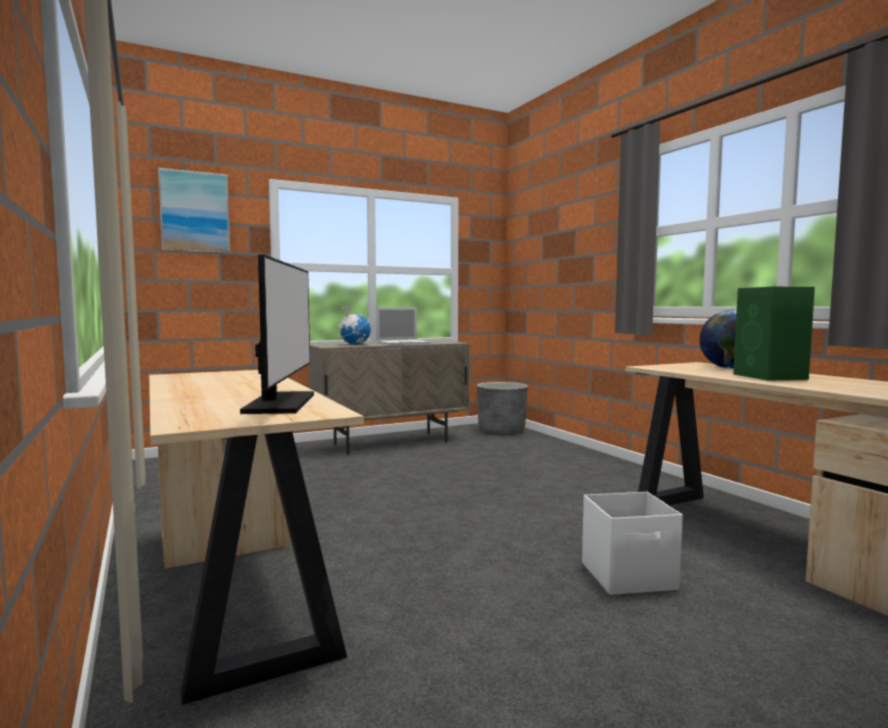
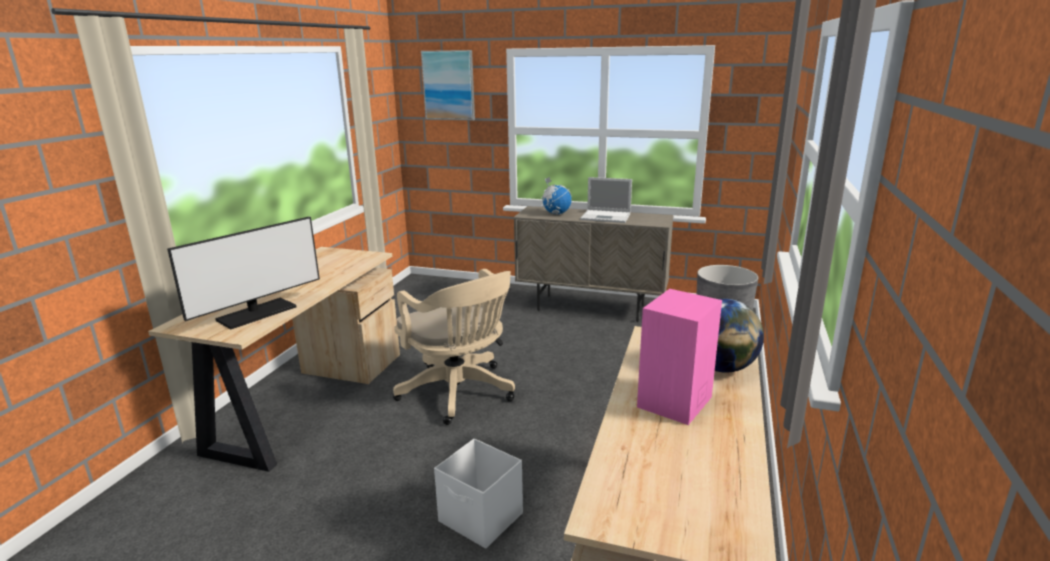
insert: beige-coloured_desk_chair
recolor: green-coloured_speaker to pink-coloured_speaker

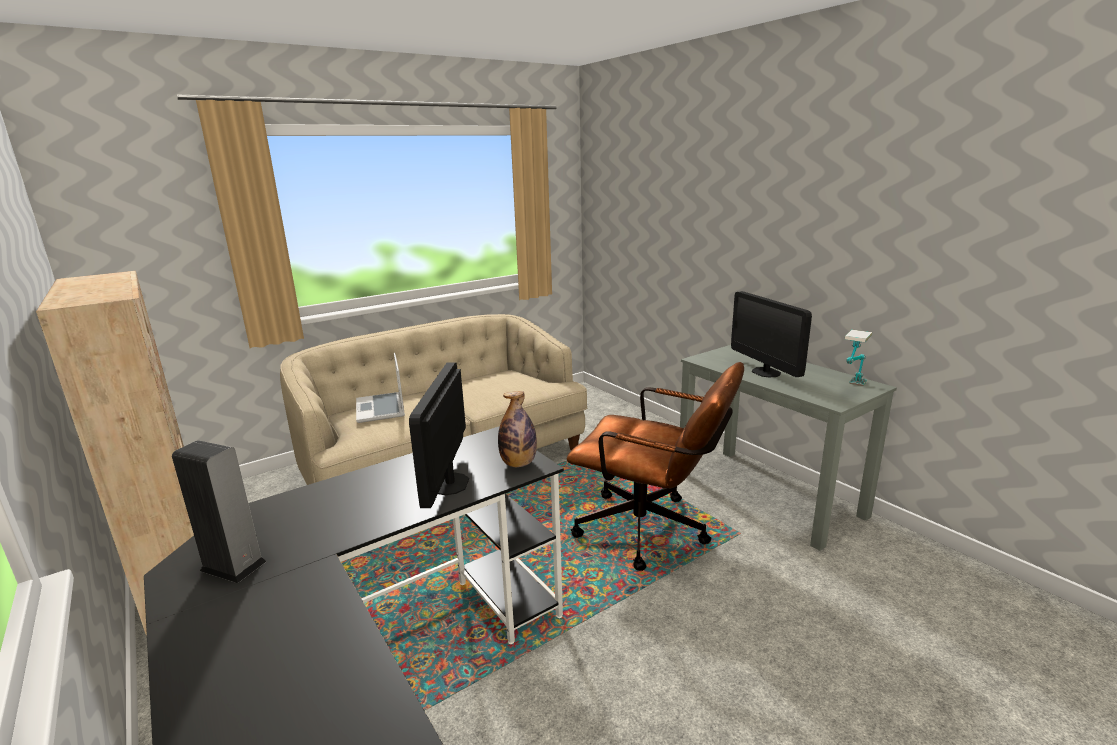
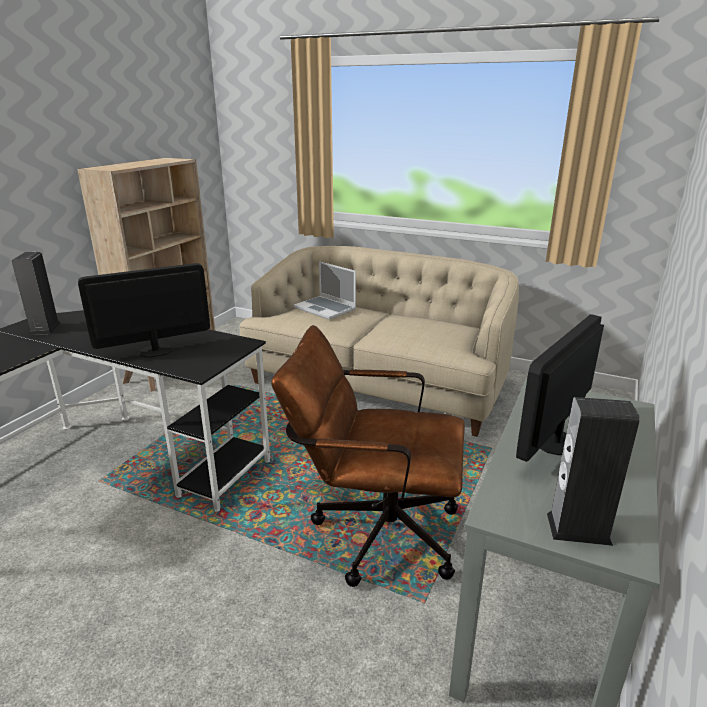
delete: drink_bottle
replace: lamp_for_a_table to speaker (2nd from left)
rotate: notebook_computer 90 degrees counterclockwise; brownish_desk_chair 105 degrees clockwise

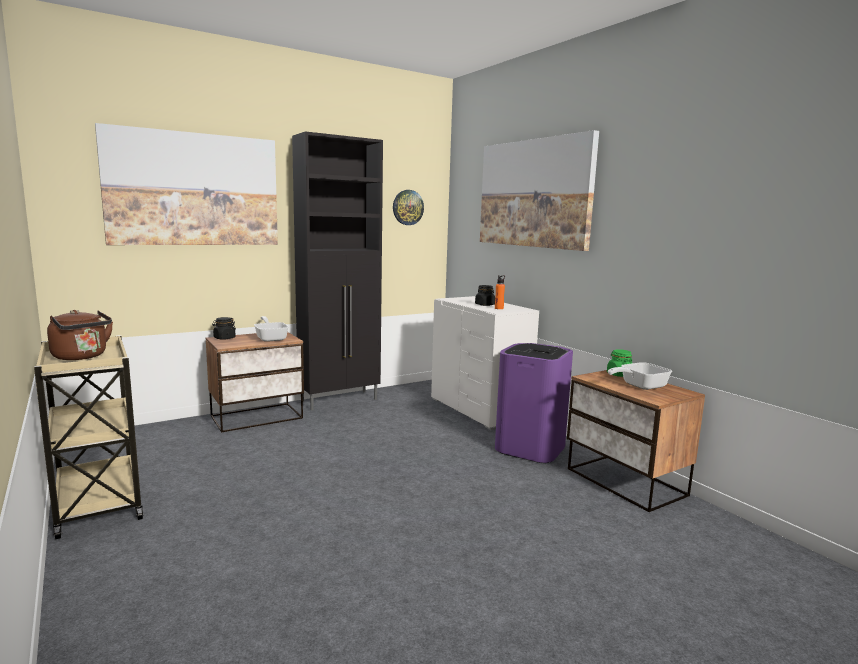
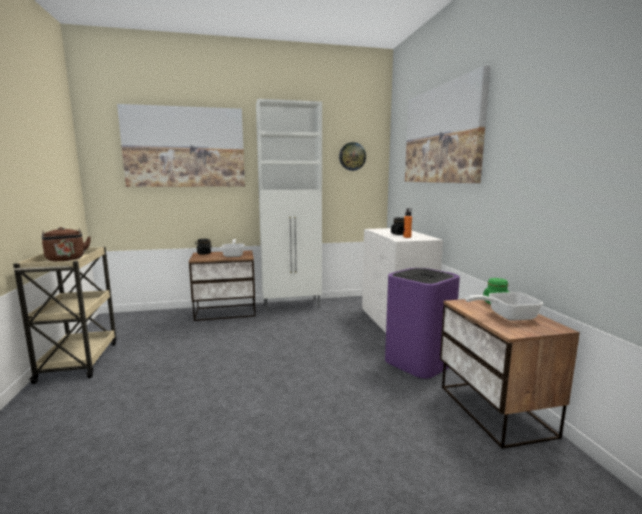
recolor: black_storage_cabinet to whitish_storage_cabinet

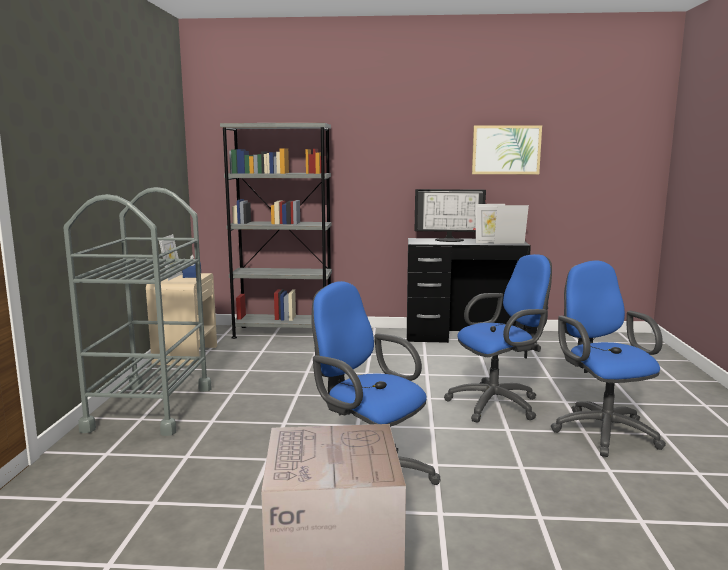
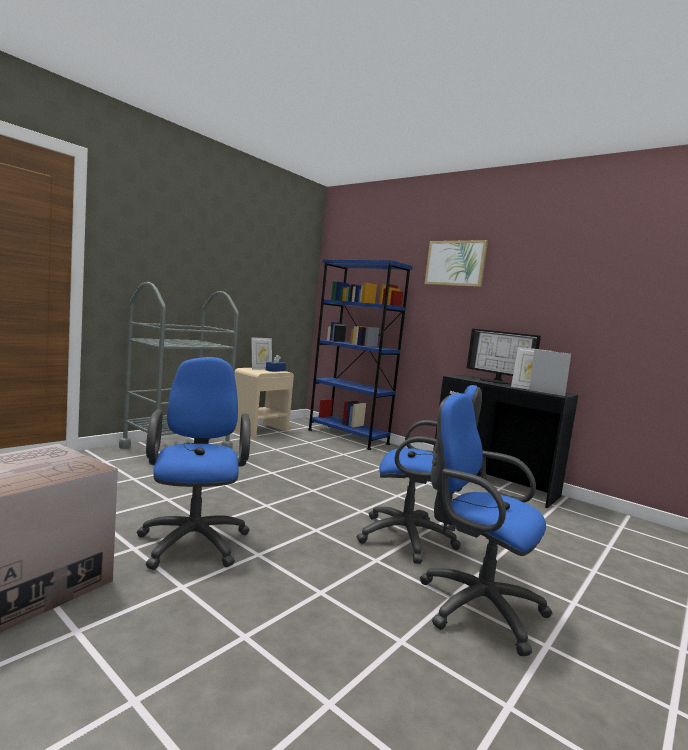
move: wall_picture
recolor: gray_bookshelf to blue_bookshelf
rotate: blue_desk_chair (3rd from left) 75 degrees counterclockwise

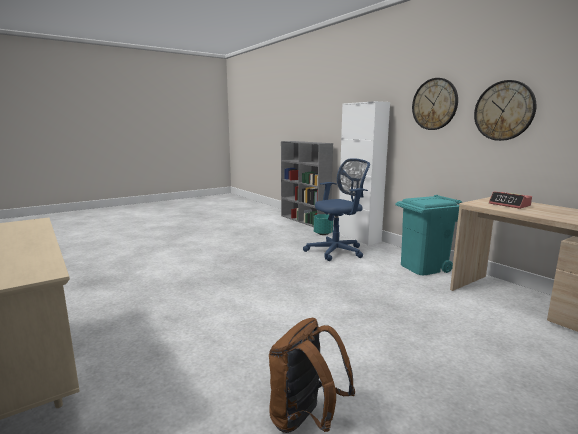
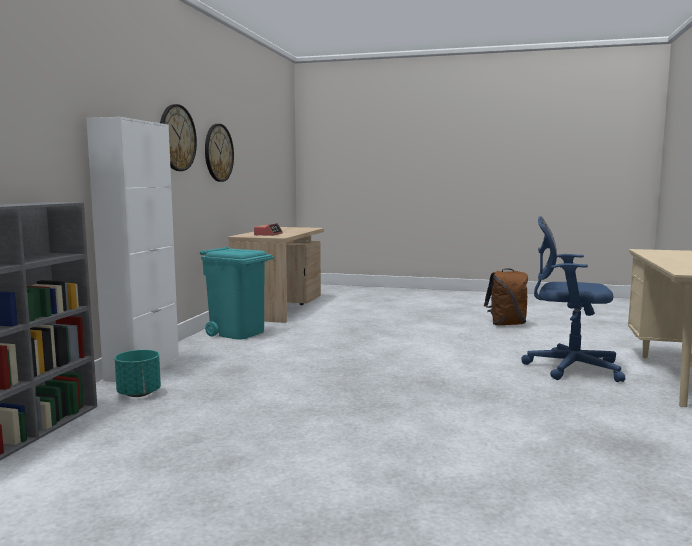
move: blue_desk_chair

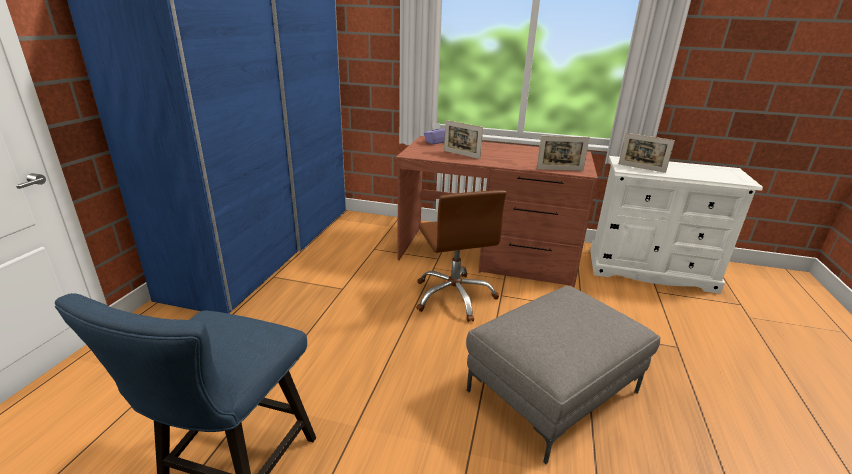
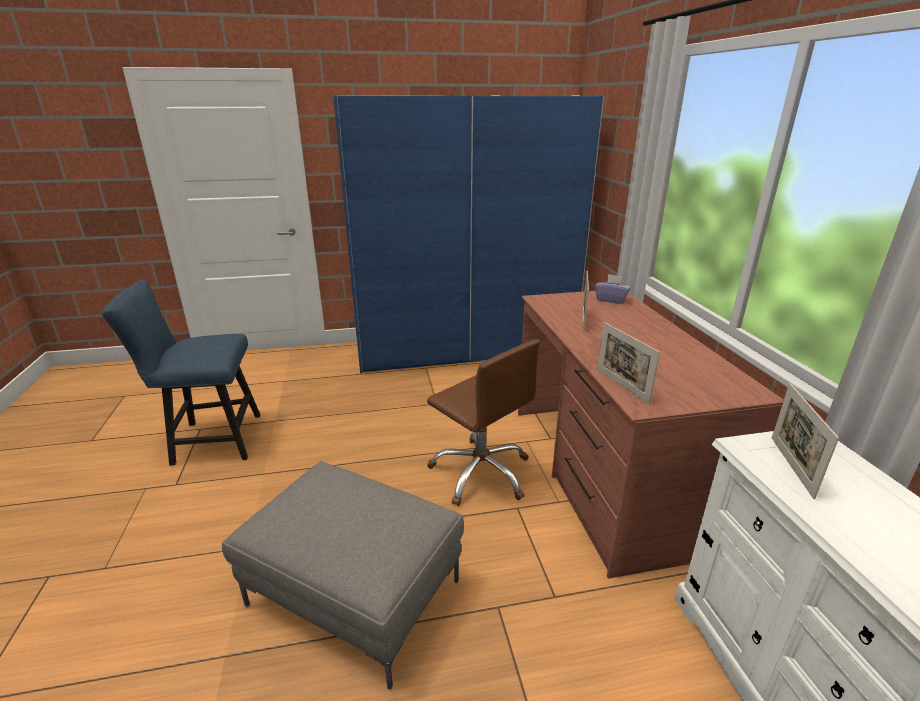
rotate: brownish_desk_chair 90 degrees counterclockwise

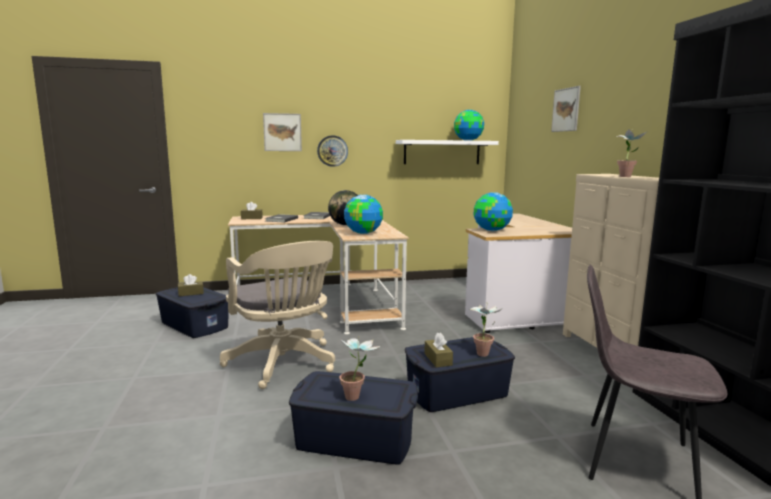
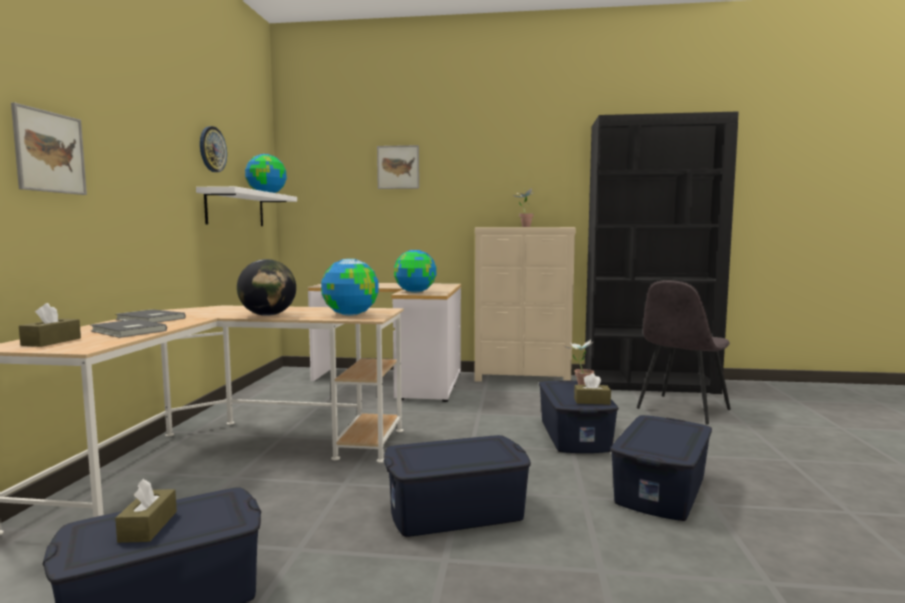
delete: potted_plant (1st from left)
move: wall_clock
replace: beige-coloured_desk_chair to blue_storage_bin (2nd from left)

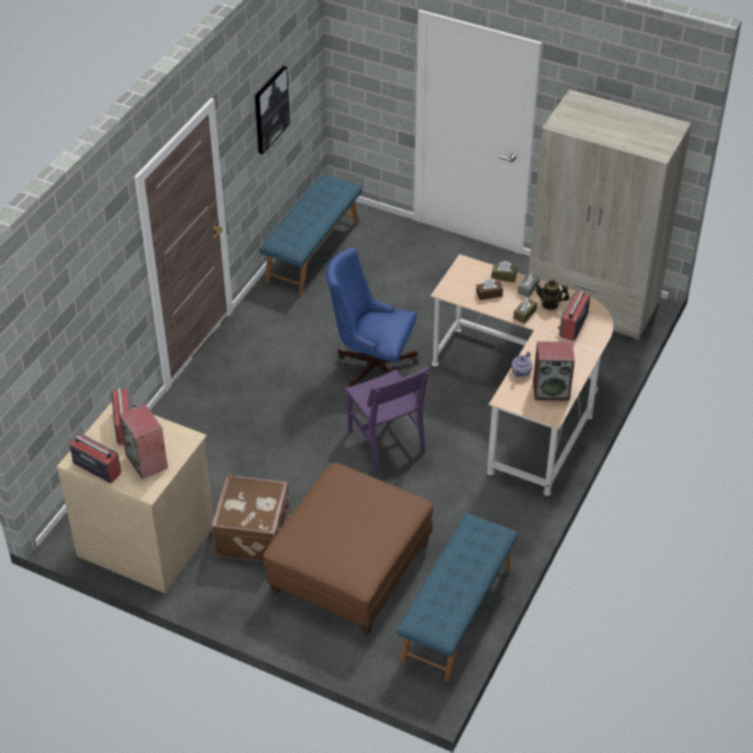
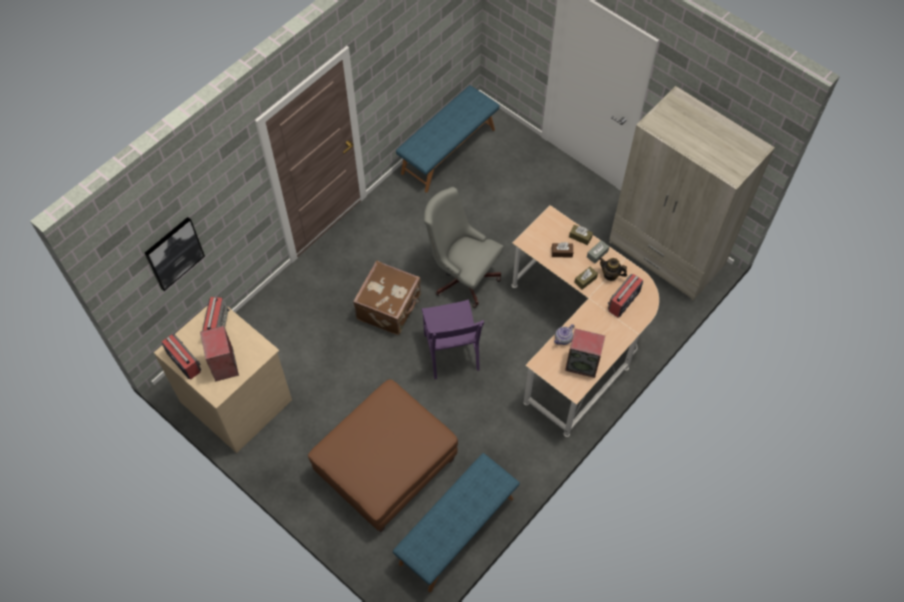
move: brownish_travel_case; wall_picture
recolor: blue_desk_chair to gray_desk_chair

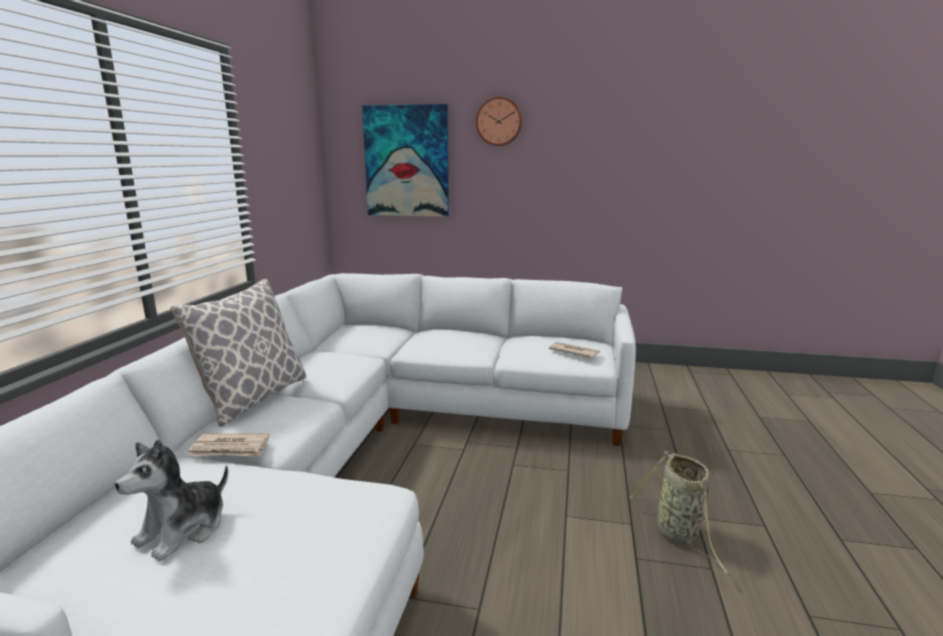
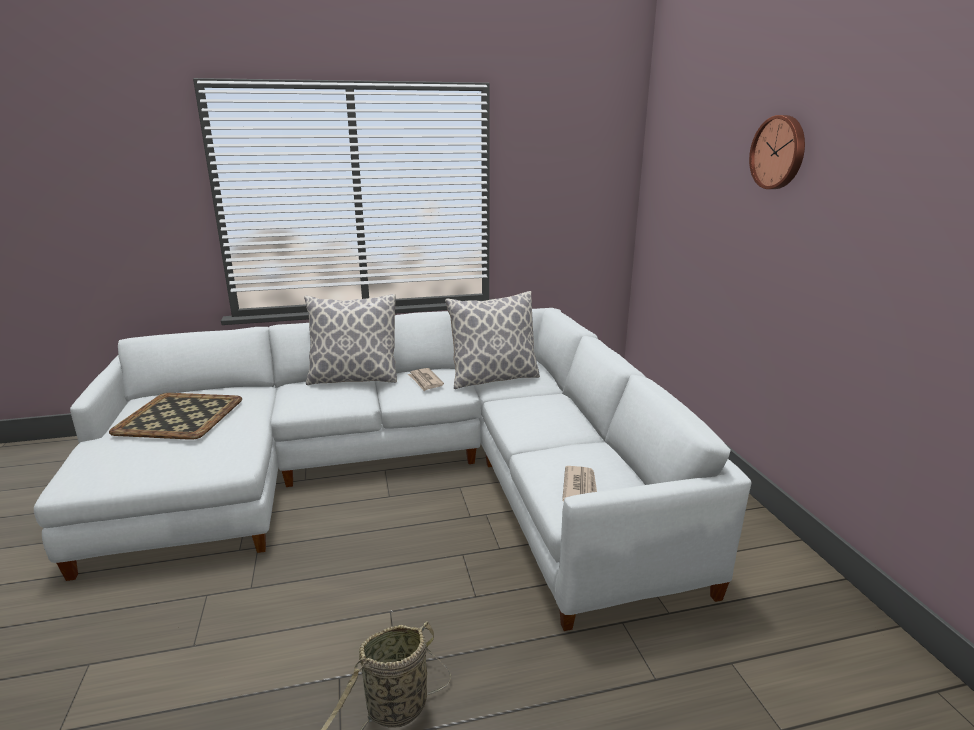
delete: wall_picture
insert: pillow (2nd from left)
move: daily_paper (1st from left)
replace: soft_toy to serving_tray

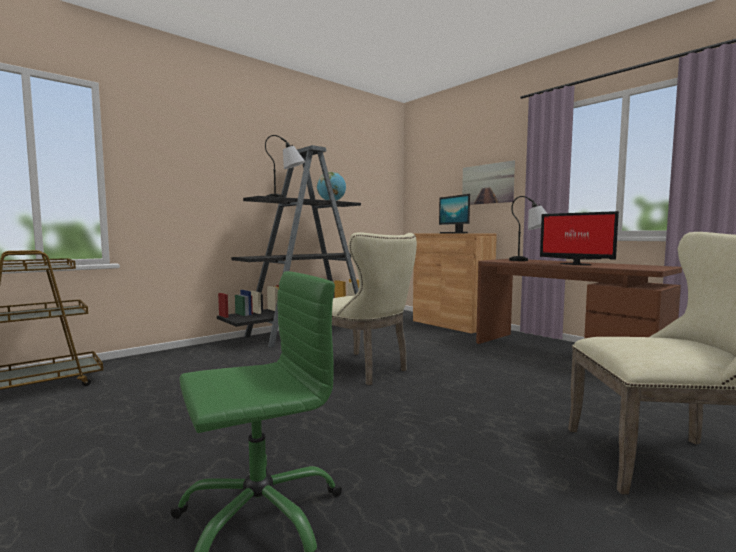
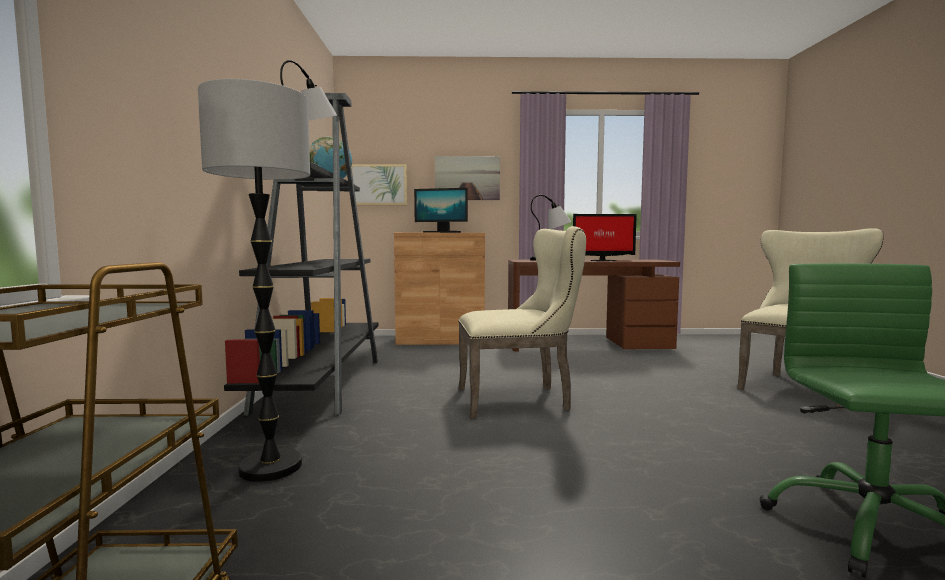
insert: standing_lamp; wall_picture (1st from left)

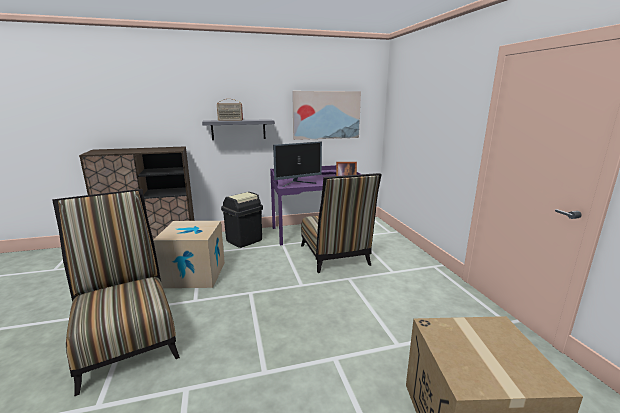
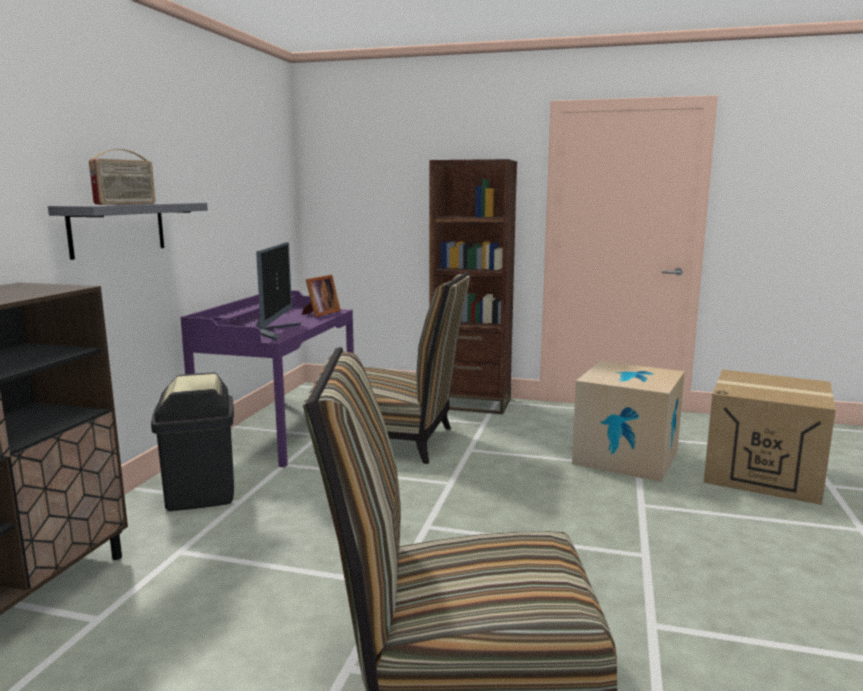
delete: wall_picture
insert: brownish_bookshelf
move: packing_box (1st from left)

